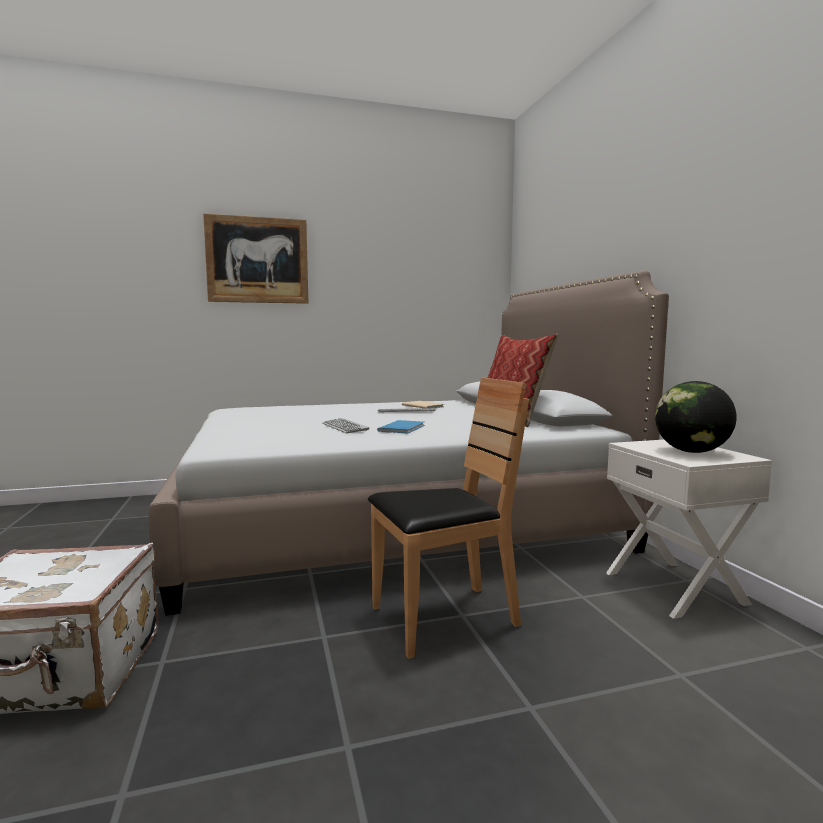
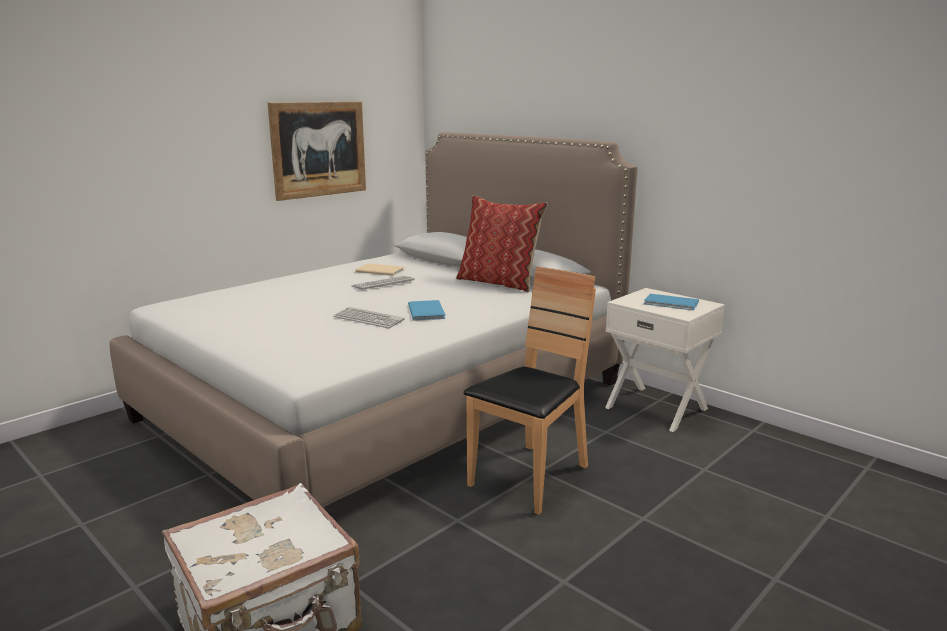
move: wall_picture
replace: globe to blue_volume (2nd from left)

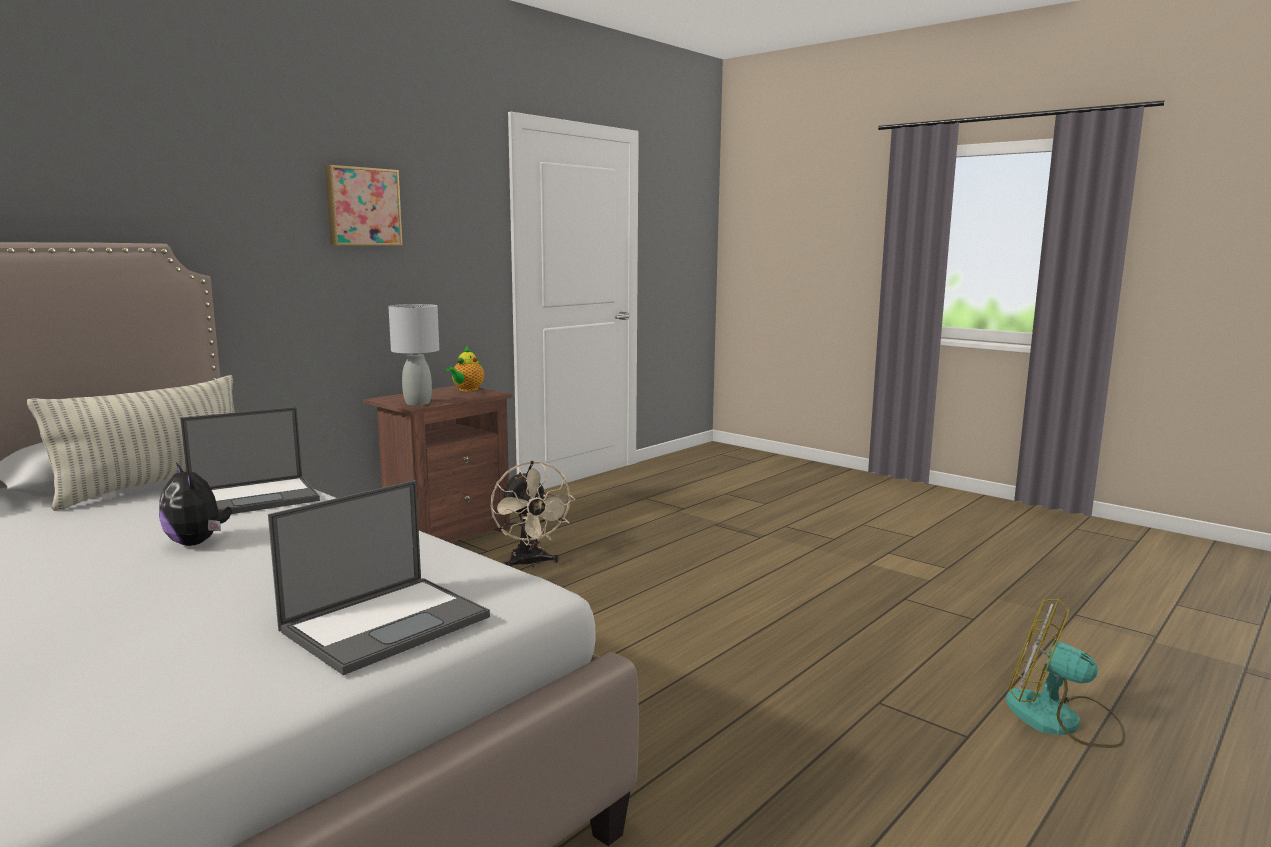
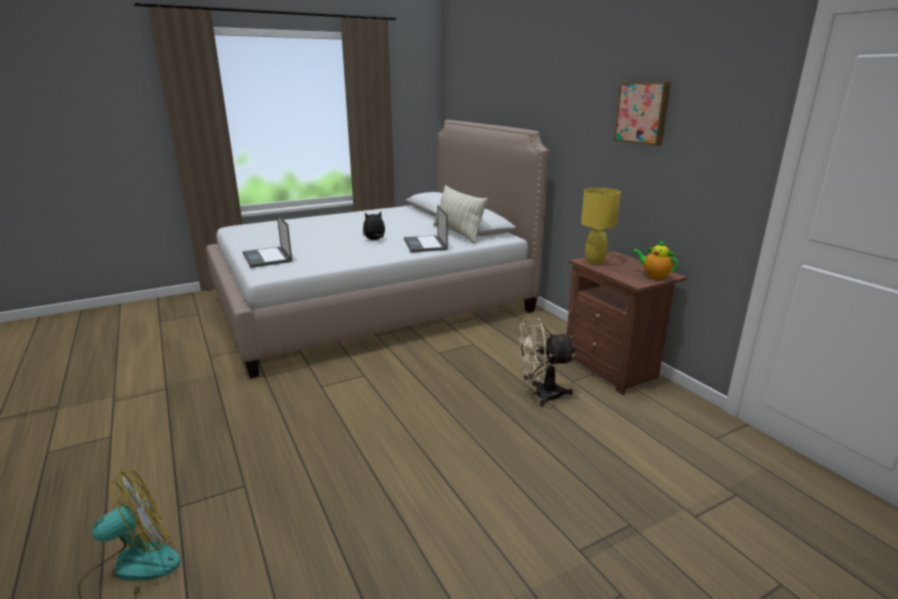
recolor: gray_lamp_for_a_table to yellow-coloured_lamp_for_a_table

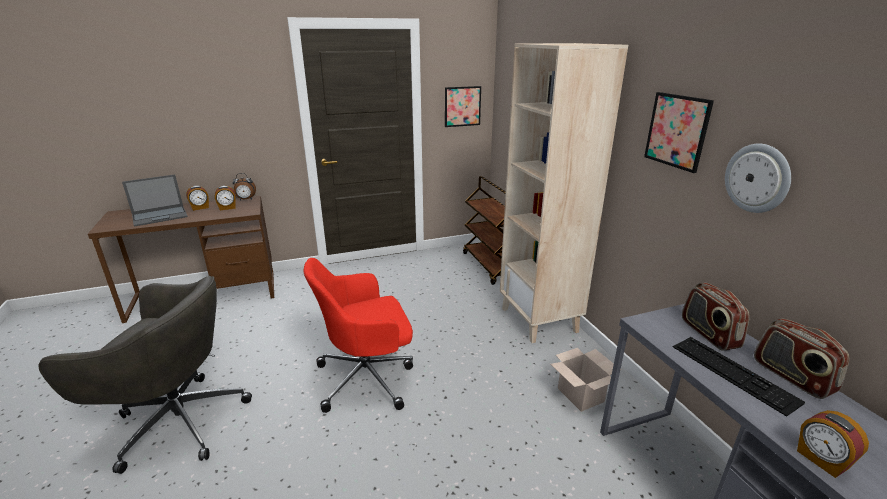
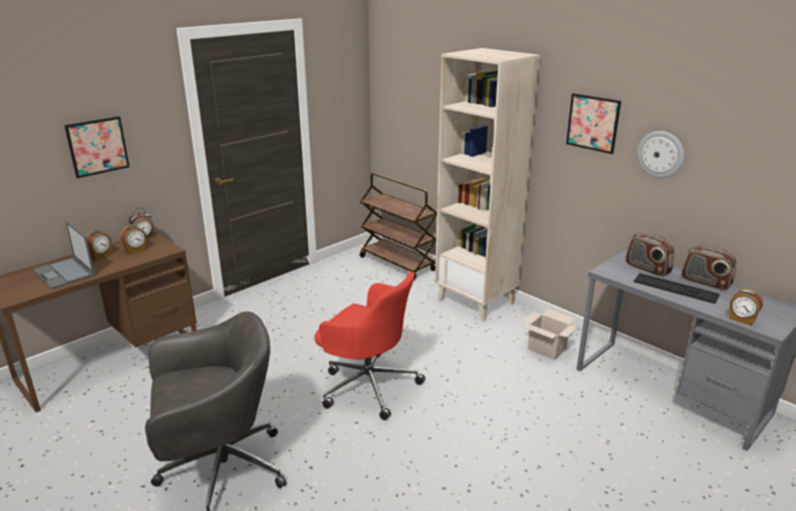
move: wall_picture (1st from left)
rotate: notebook_computer 105 degrees clockwise; red-coloured_desk_chair 105 degrees counterclockwise

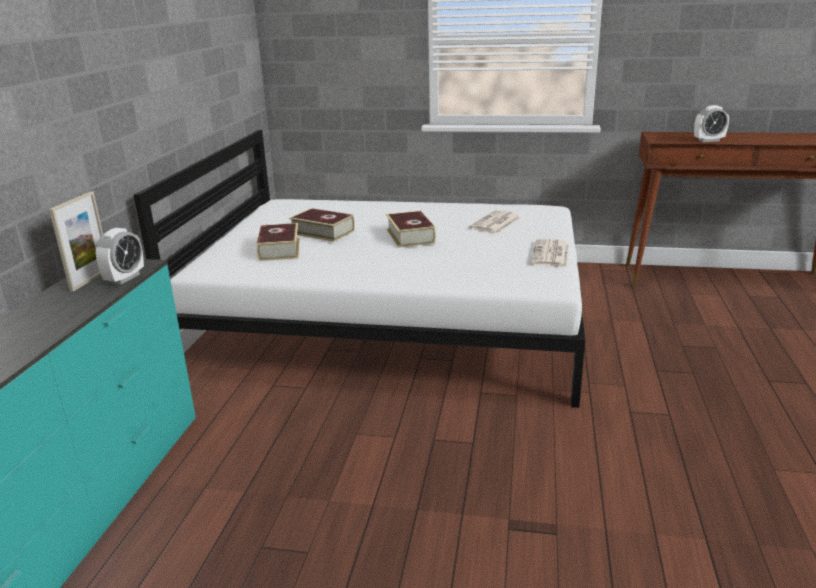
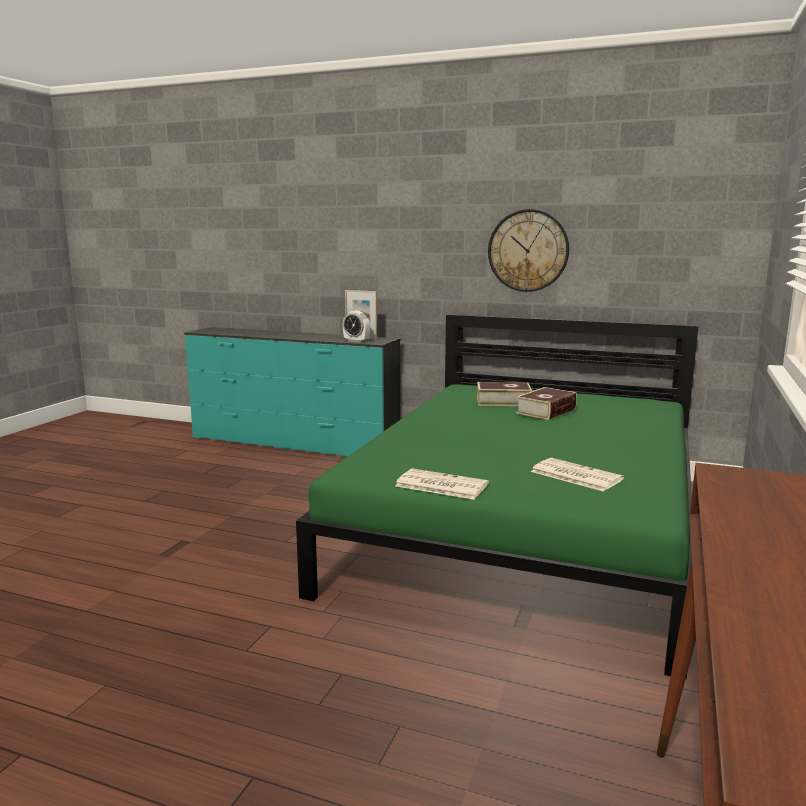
delete: volume (3rd from left); bedside_clock (2nd from left)
insert: wall_clock
recolor: whitish_bedroom_bed to green-coloured_bedroom_bed

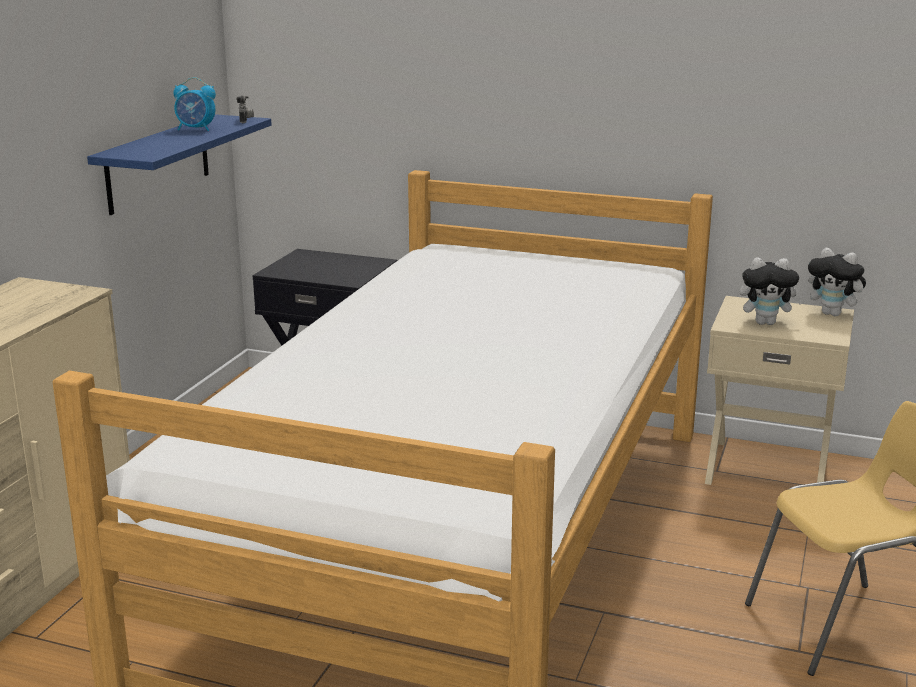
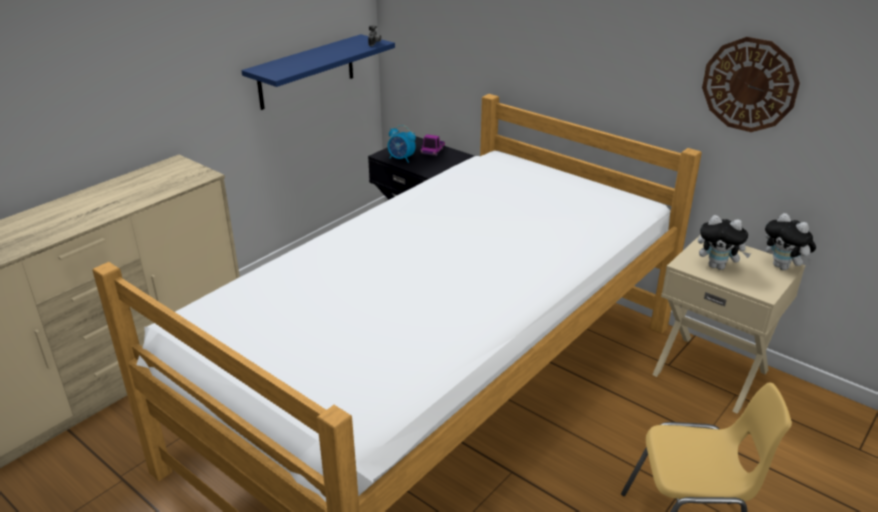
insert: toy_truck; wall_clock
move: bedside_clock

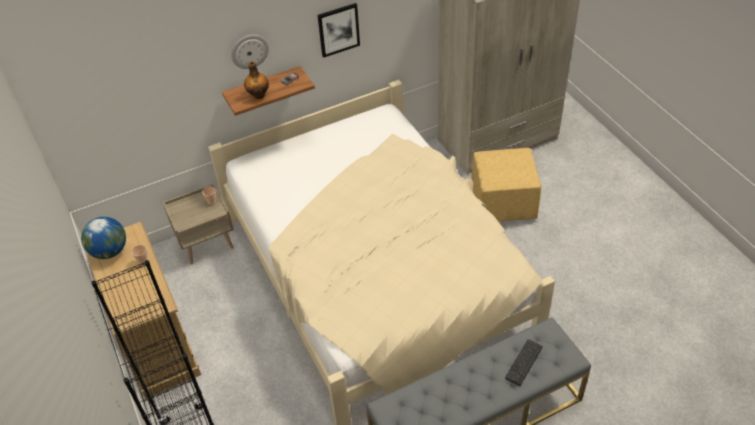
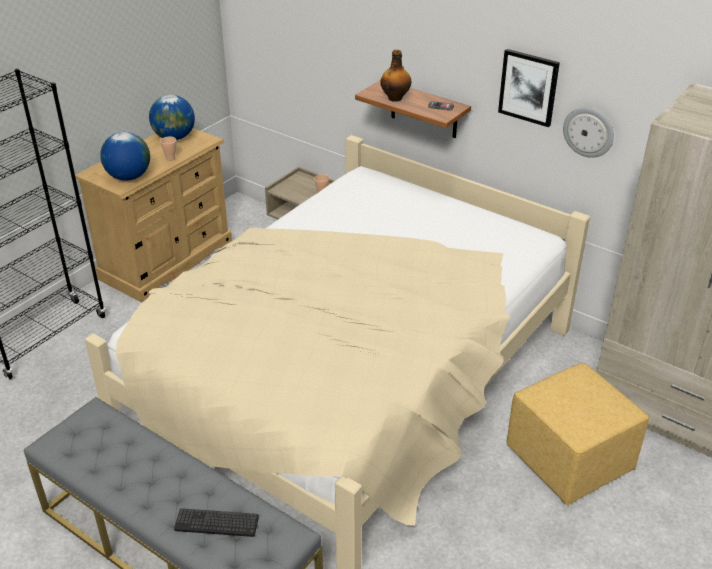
insert: globe (1st from left)
move: wall_clock

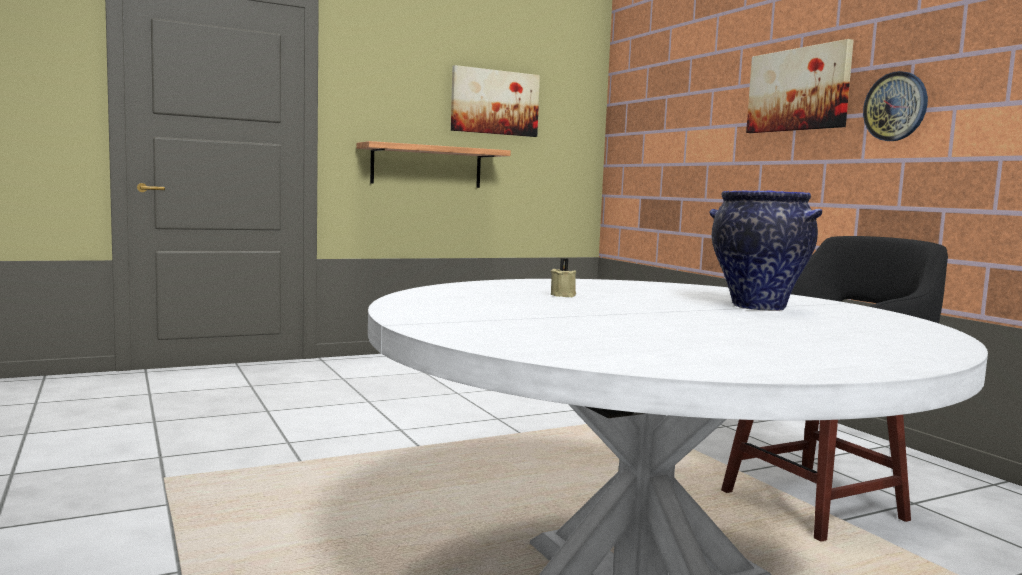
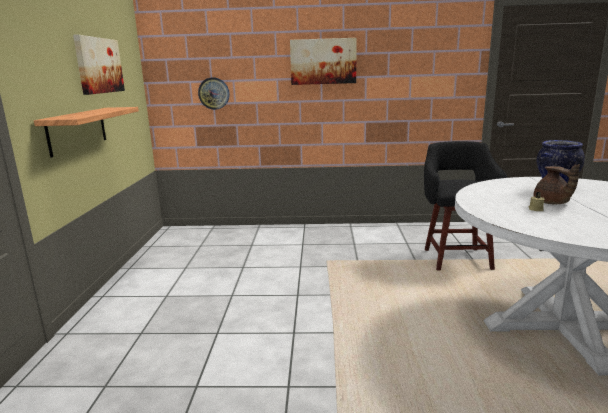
insert: brownish_tea_pot
move: wall_clock

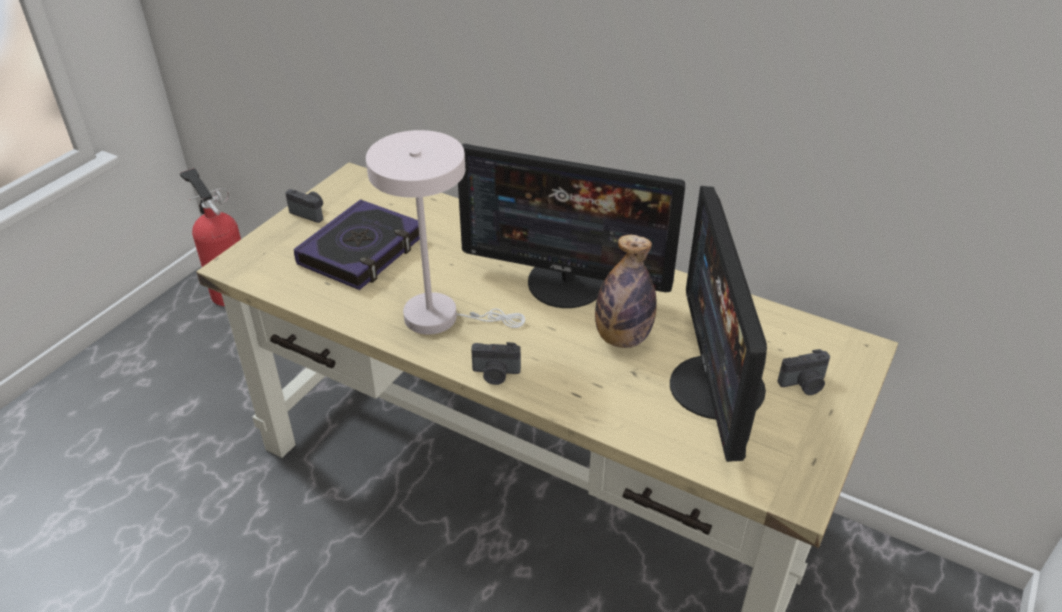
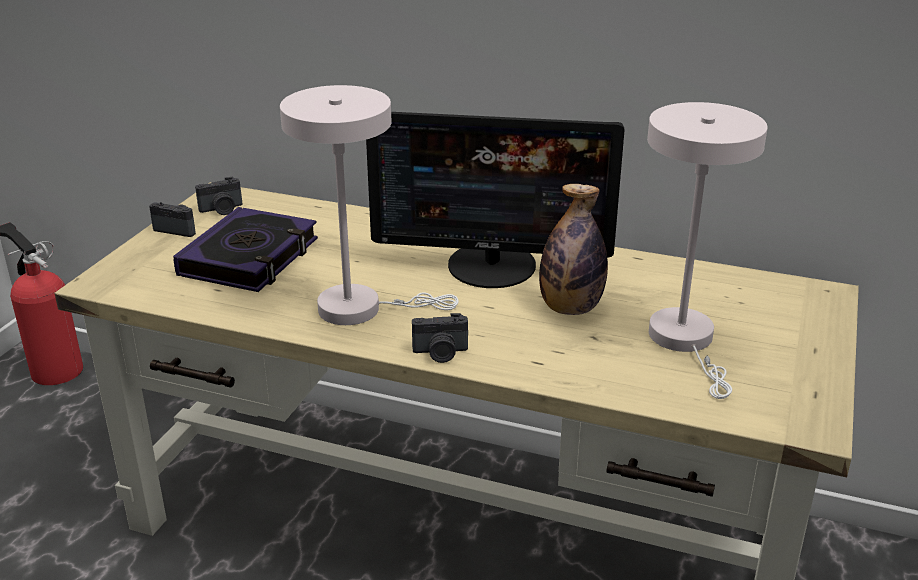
move: photo_camera (3rd from left in the first image) to photo_camera (2nd from left)
replace: monitor (2nd from left) to whitish_lamp_for_a_table (2nd from left)

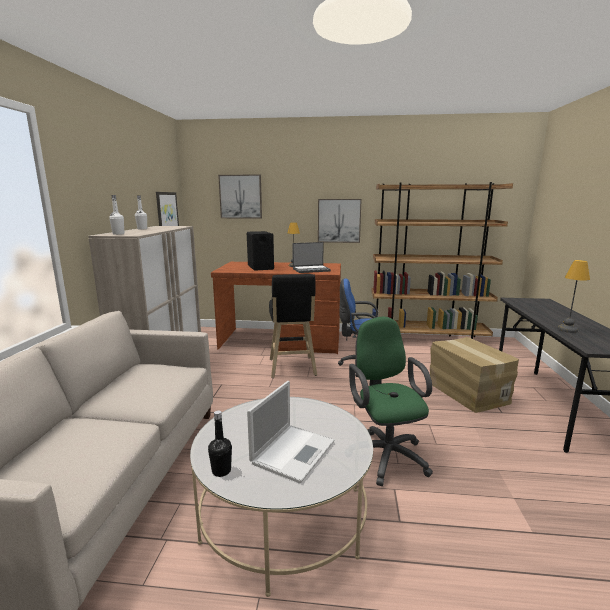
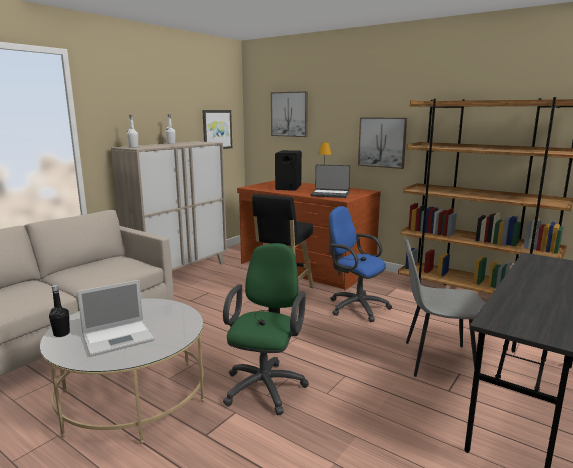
delete: lamp_for_a_table (2nd from left)
replace: packing_box to gray_plain_chair

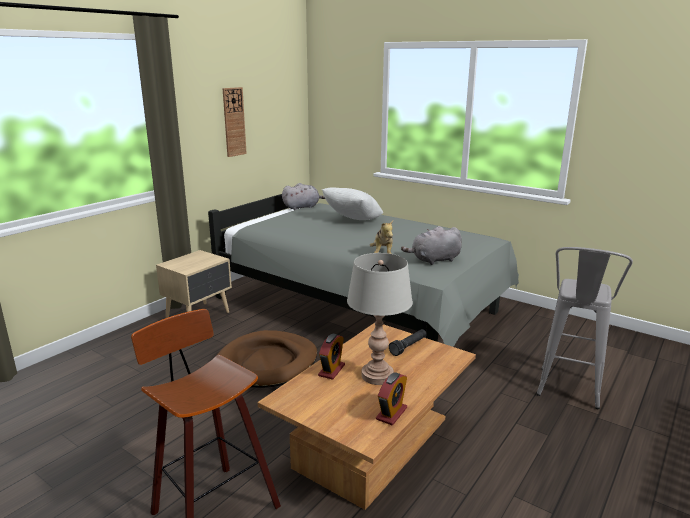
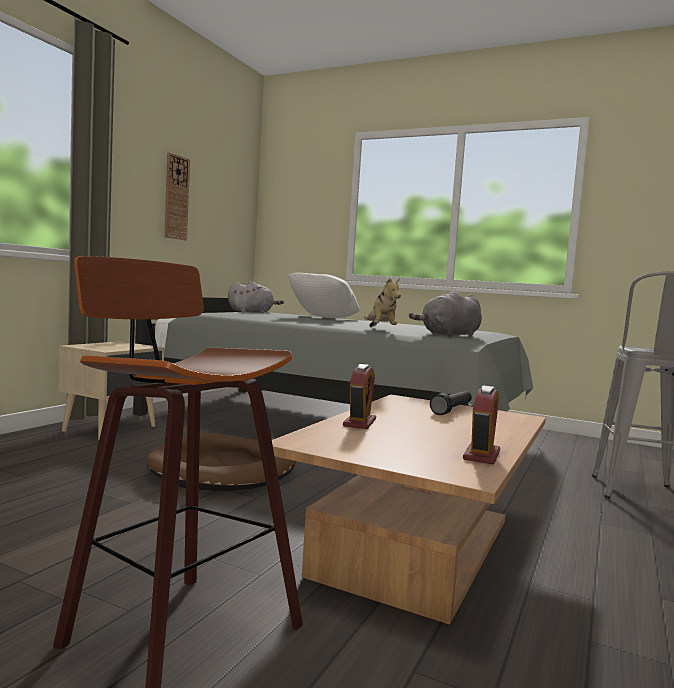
delete: gray_lamp_for_a_table

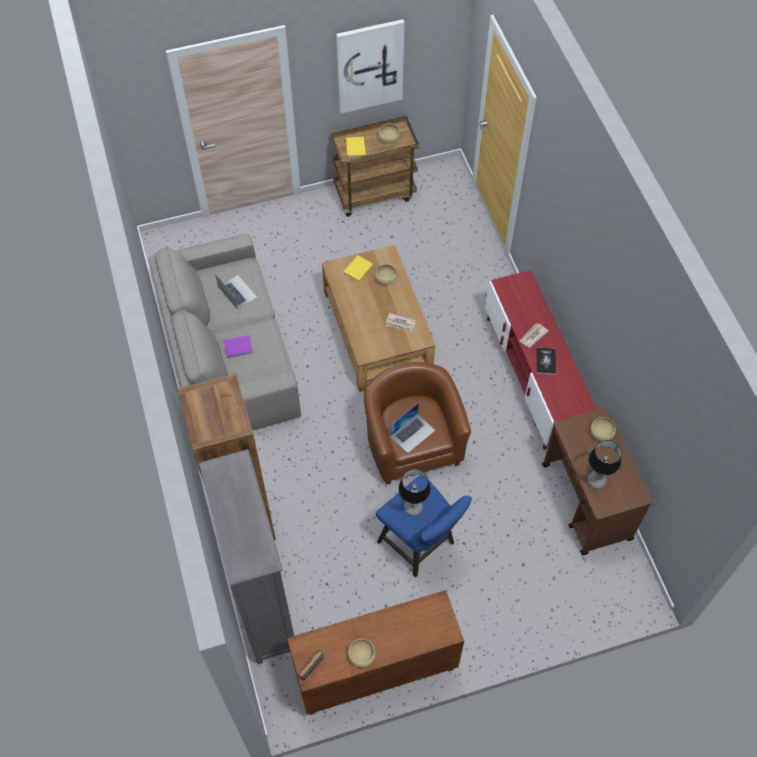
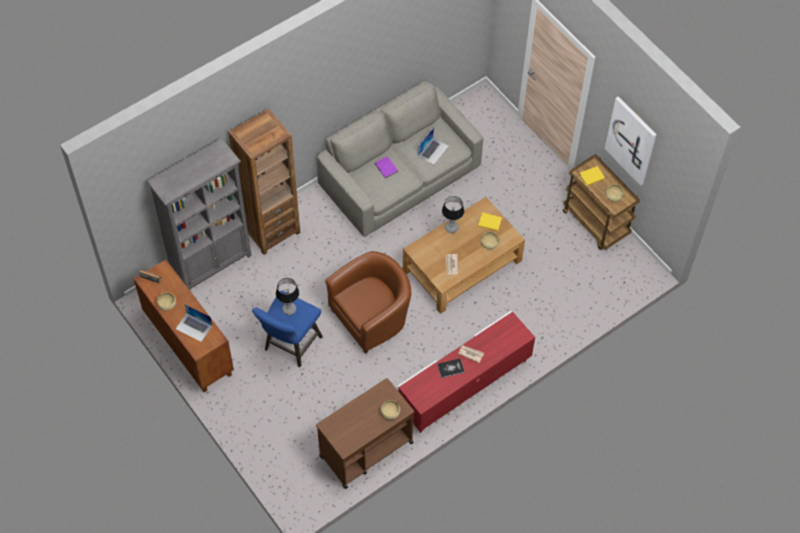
move: notebook_computer (2nd from left in the first image) to notebook_computer (1st from left); lamp_for_a_table (2nd from left)

